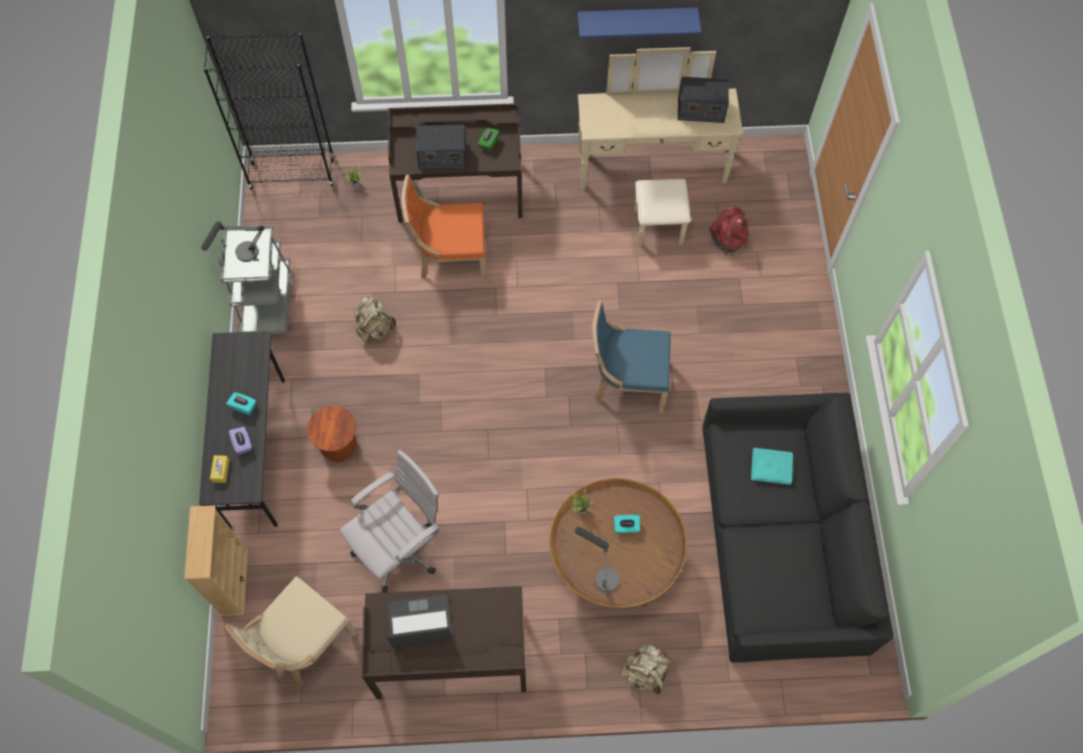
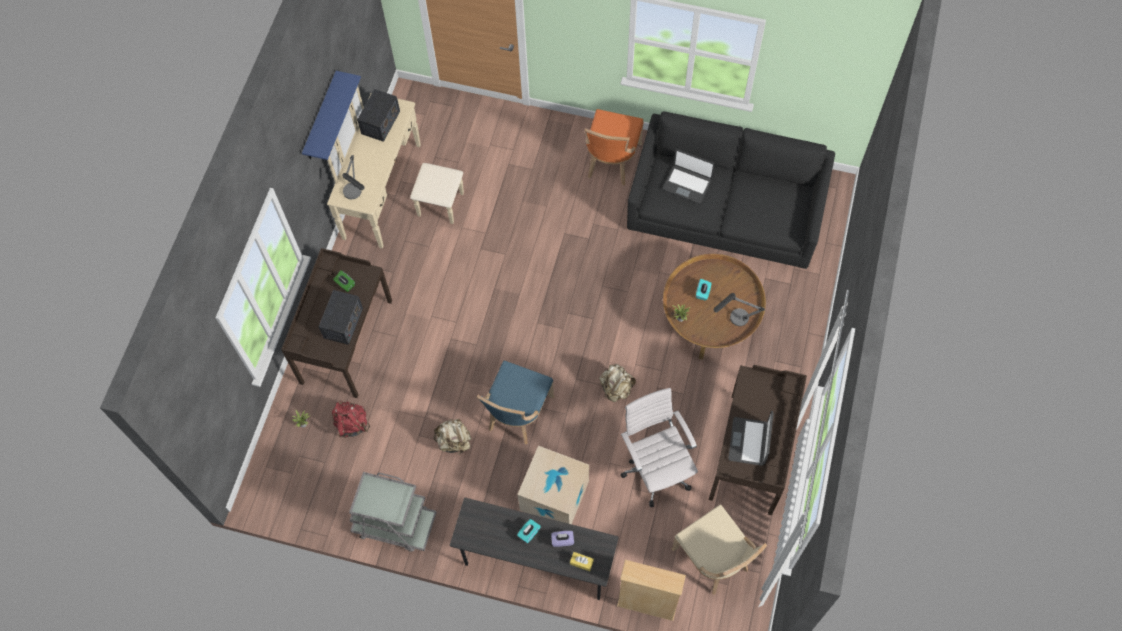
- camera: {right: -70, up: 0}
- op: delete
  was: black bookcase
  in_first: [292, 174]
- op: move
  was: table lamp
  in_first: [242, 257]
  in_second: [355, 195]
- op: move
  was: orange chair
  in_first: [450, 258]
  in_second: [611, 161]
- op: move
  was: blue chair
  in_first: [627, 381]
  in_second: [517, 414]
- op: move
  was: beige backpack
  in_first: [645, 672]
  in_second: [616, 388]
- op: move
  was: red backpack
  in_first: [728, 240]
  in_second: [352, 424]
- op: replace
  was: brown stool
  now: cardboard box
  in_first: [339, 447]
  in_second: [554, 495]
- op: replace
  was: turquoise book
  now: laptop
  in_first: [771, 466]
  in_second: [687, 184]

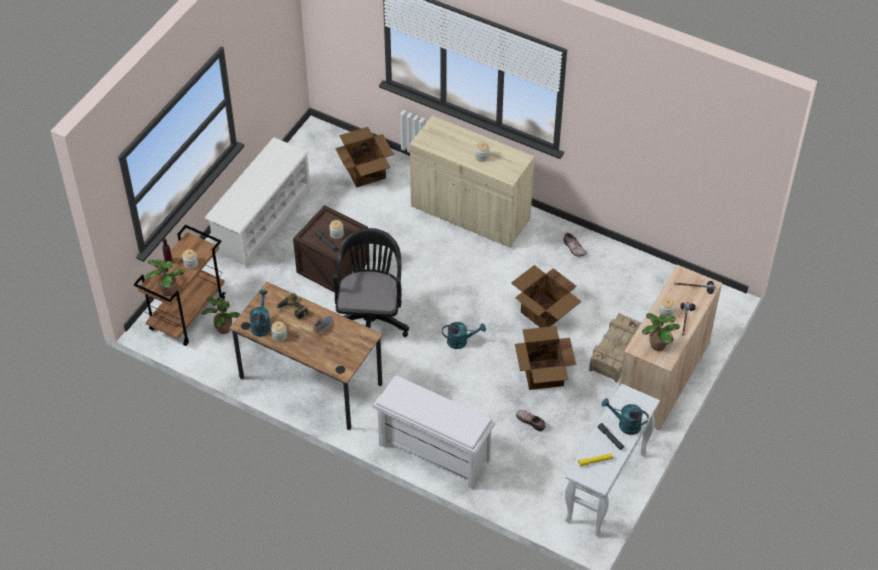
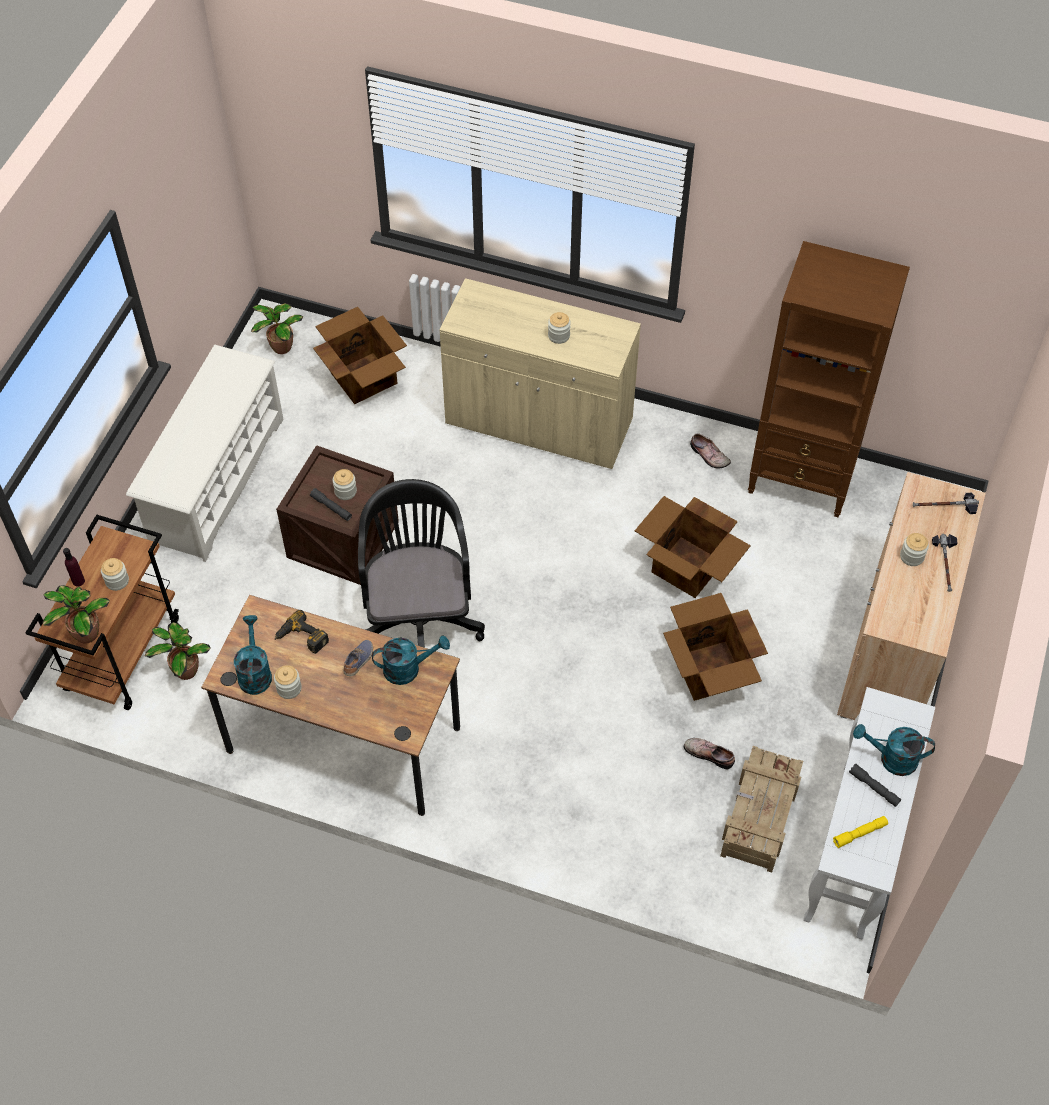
- camera: {right: -10, up: 5}
- op: delete
  was: white bench
  in_first: [433, 452]
- op: insert
  now: brown bookcase
  in_second: [802, 478]
- op: move
  was: turquoise watering can
  in_first: [461, 341]
  in_second: [408, 668]
- op: move
  was: crate
  in_first: [616, 353]
  in_second: [759, 815]
- op: move
  was: potted plant
  in_first: [656, 345]
  in_second: [280, 347]

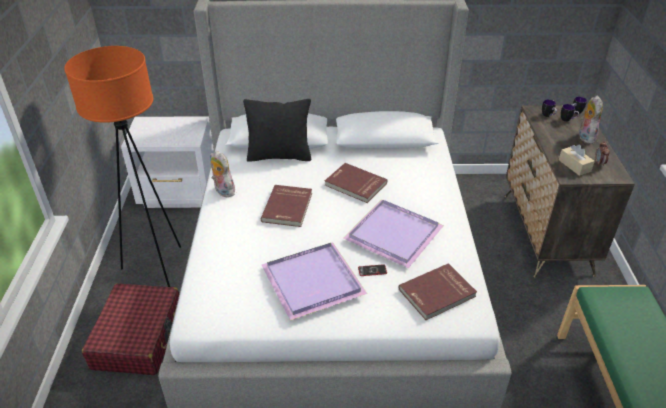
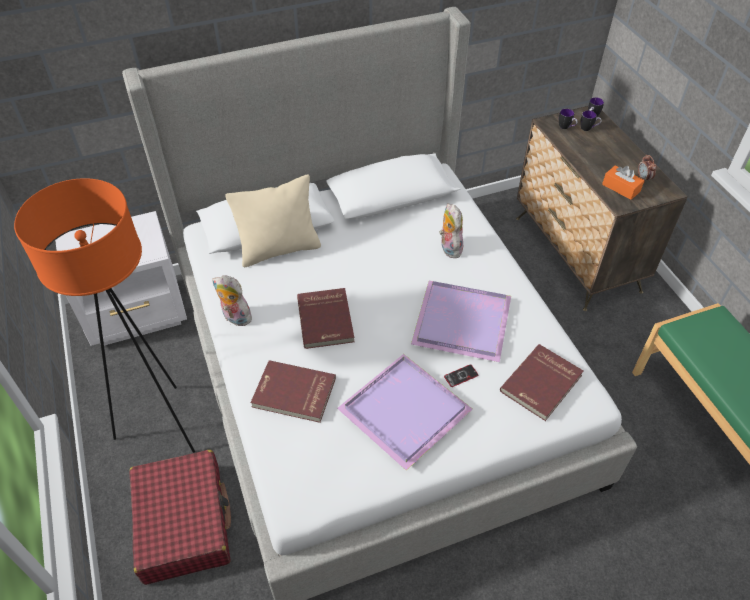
- camera: {right: -20, up: 10}
- op: move
  was: red book
  in_first: [355, 185]
  in_second: [293, 394]
- op: move
  was: plush toy
  in_first: [585, 136]
  in_second: [449, 248]
- op: recolor
  was: black pillow
  now: beige pillow
  in_first: [279, 156]
  in_second: [279, 249]
- op: recolor
  was: beige tissue box
  now: orange tissue box
  in_first: [574, 165]
  in_second: [621, 188]

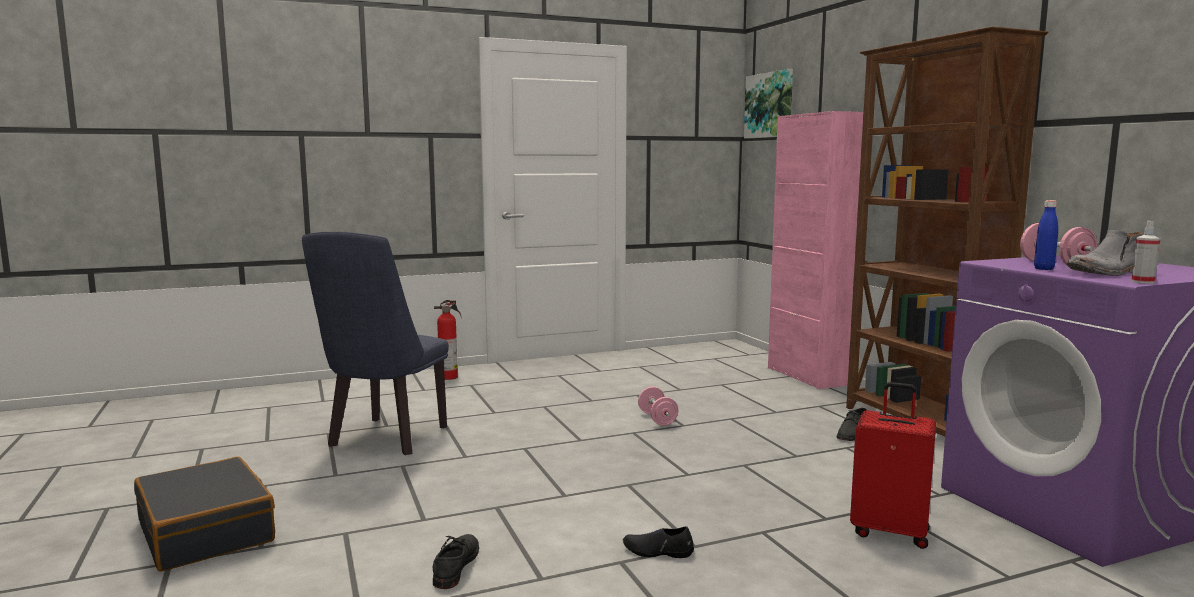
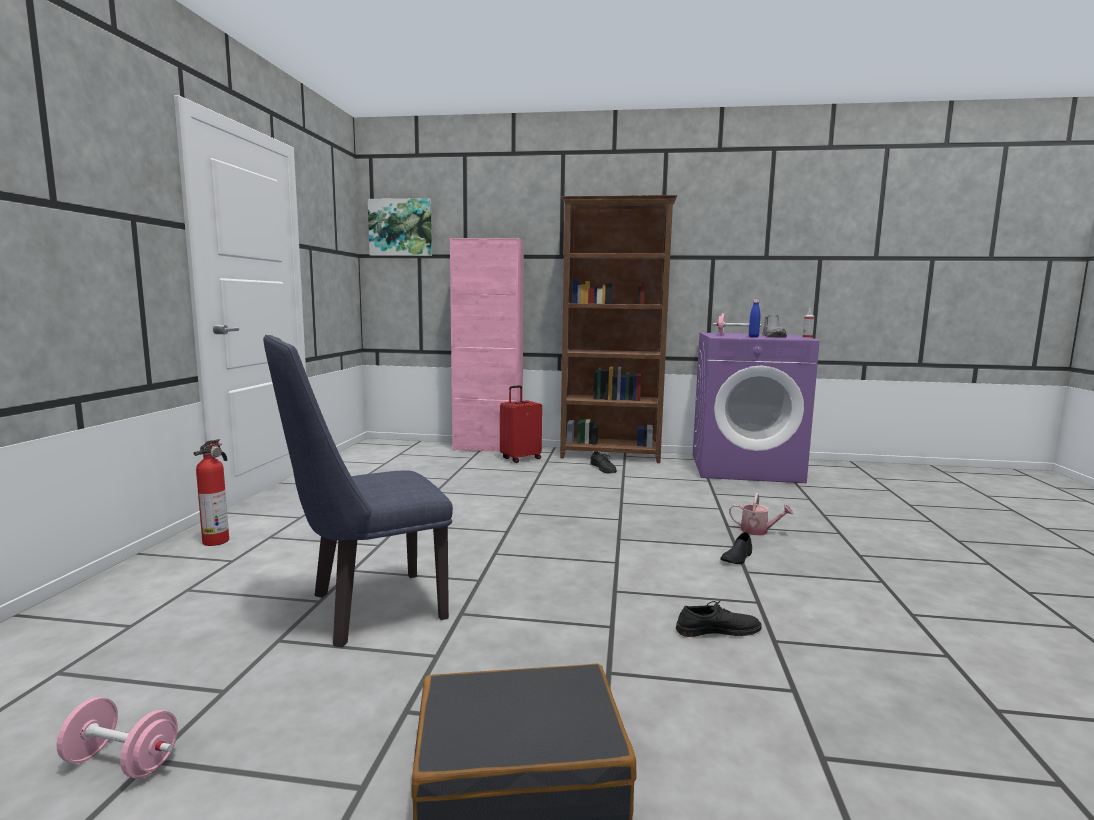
- camera: {right: -60, up: 0}
- op: insert
  now: watering can
  in_second: [758, 531]
- op: move
  was: pink dumbbell
  in_first: [657, 419]
  in_second: [122, 762]
- op: move
  was: red suitcase
  in_first: [890, 531]
  in_second: [520, 458]
- op: rotate
  was: blue chair
  in_first: [384, 440]
  in_second: [366, 610]
  clockwise: 105
- op: rotate
  was: black shoe
  in_first: [455, 565]
  in_second: [717, 629]
  clockwise: 135

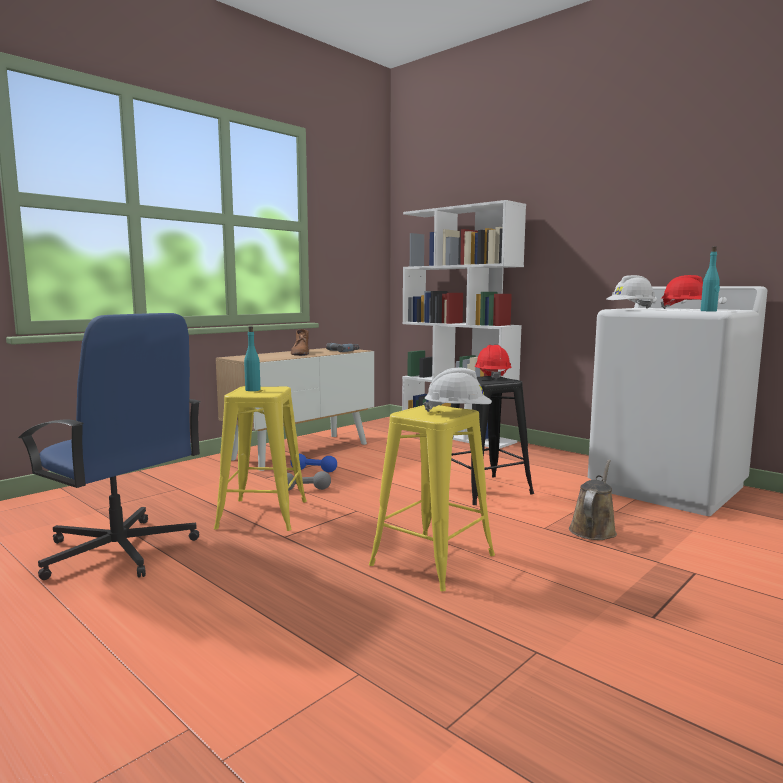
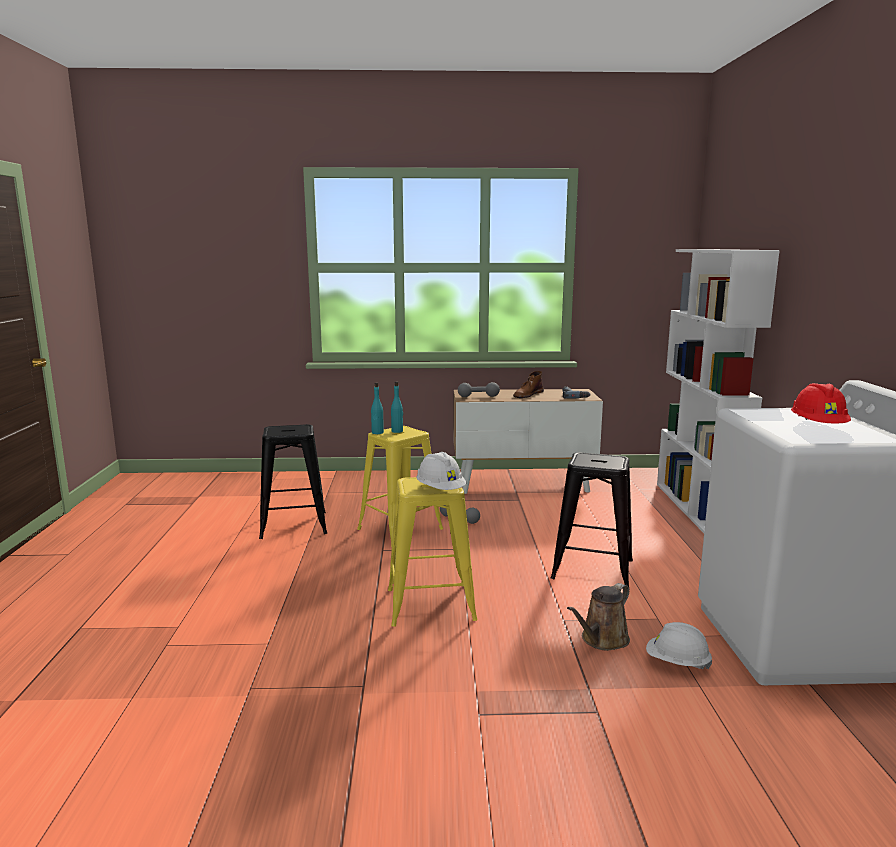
- camera: {right: 45, up: 5}
- op: delete
  was: blue dumbbell
  in_first: [313, 470]
- op: delete
  was: red hard hat
  in_first: [492, 376]
- op: insert
  now: grey dumbbell
  in_second: [478, 396]
- op: move
  was: white hard hat
  in_first: [630, 309]
  in_second: [677, 663]
- op: move
  was: turquoise bottle
  in_first: [708, 311]
  in_second: [377, 433]
- op: replace
  was: blue office chair
  now: black stool
  in_first: [119, 551]
  in_second: [294, 525]
- op: rotate
  was: brown watering can
  in_first: [593, 529]
  in_second: [602, 640]
  clockwise: 150

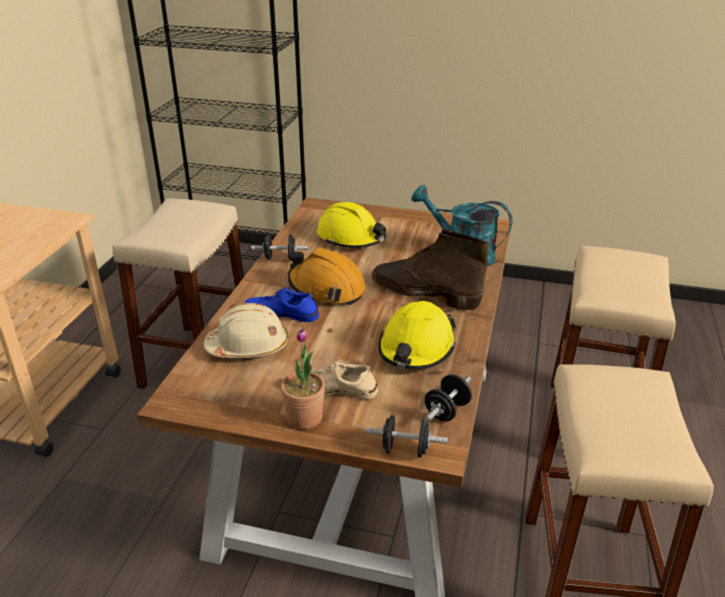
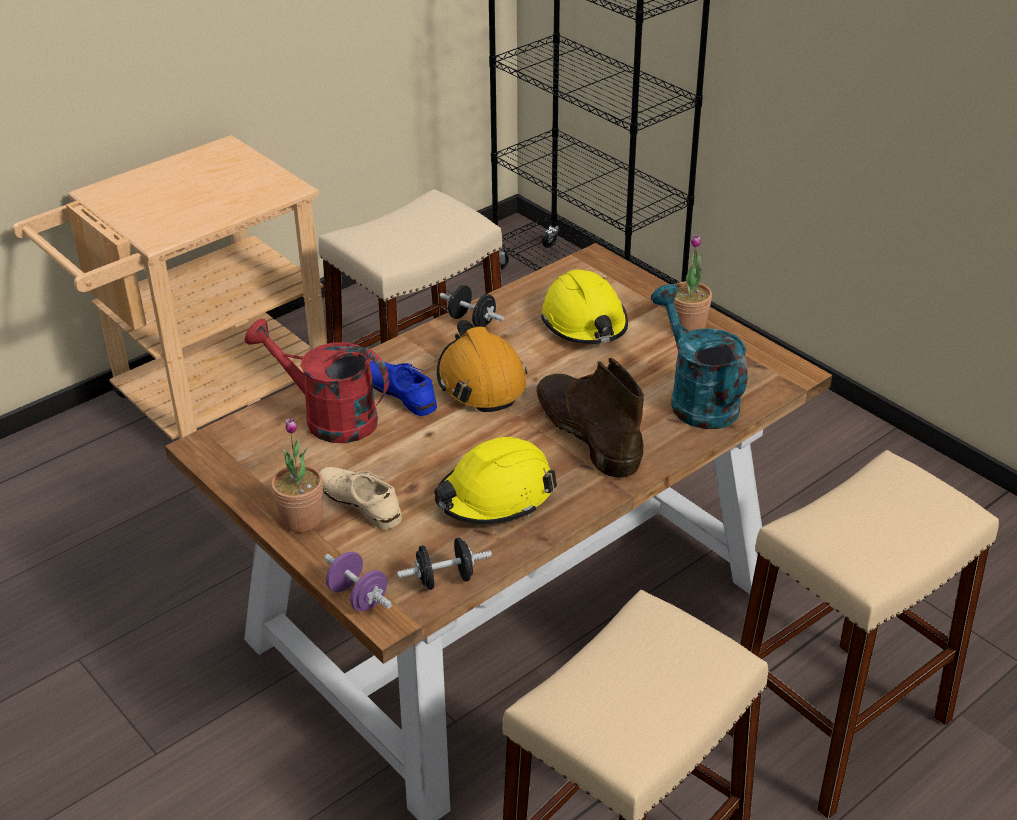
- camera: {right: 35, up: 5}
- op: insert
  now: potted plant
  in_second: [687, 328]
- op: replace
  was: beige hard hat
  now: red watering can
  in_first: [248, 347]
  in_second: [328, 418]
- op: recolor
  was: black dumbbell
  now: purple dumbbell
  in_first: [405, 449]
  in_second: [358, 597]

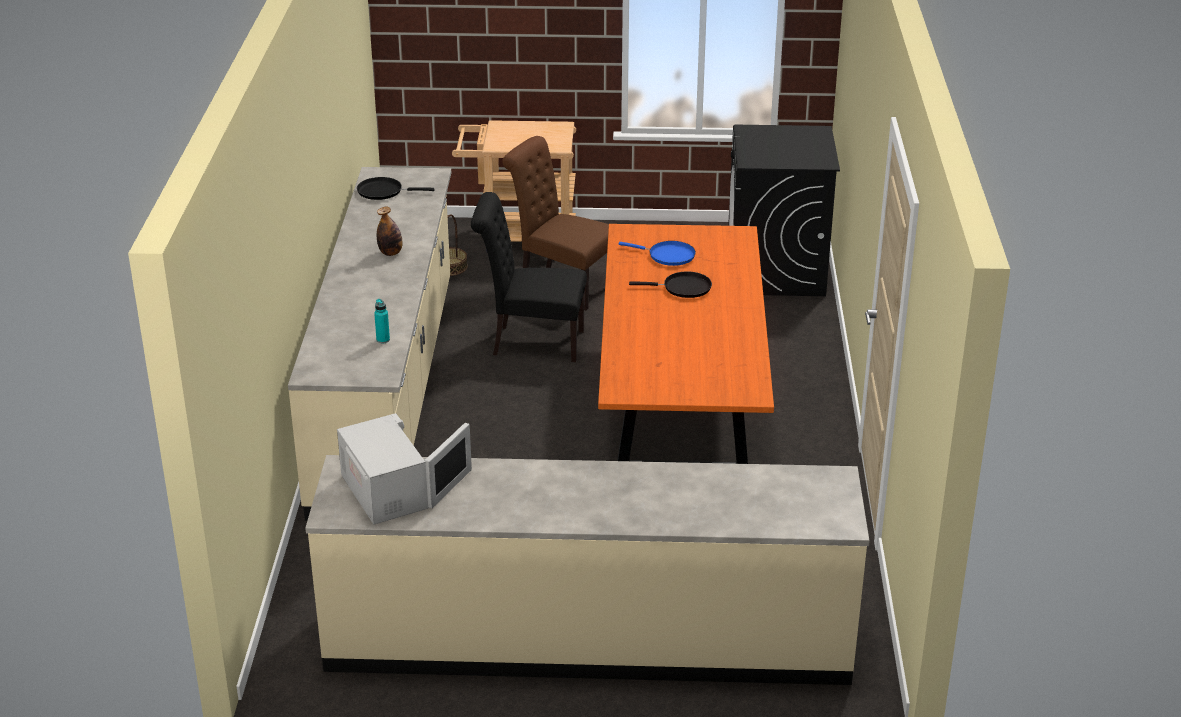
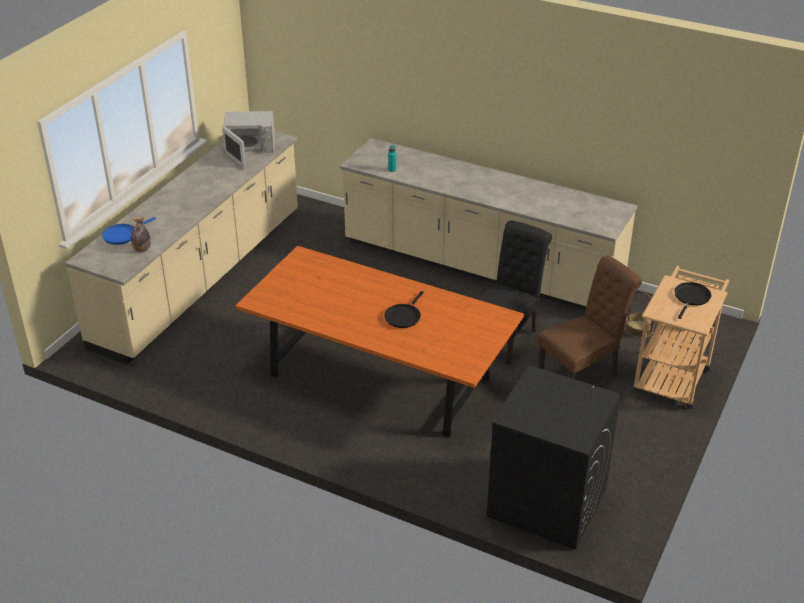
- camera: {right: 115, up: 5}
- op: move
  was: black frying pan
  in_first: [383, 191]
  in_second: [691, 298]
- op: move
  was: bottle
  in_first: [390, 253]
  in_second: [142, 249]
- op: move
  was: blue frying pan
  in_first: [668, 256]
  in_second: [122, 235]

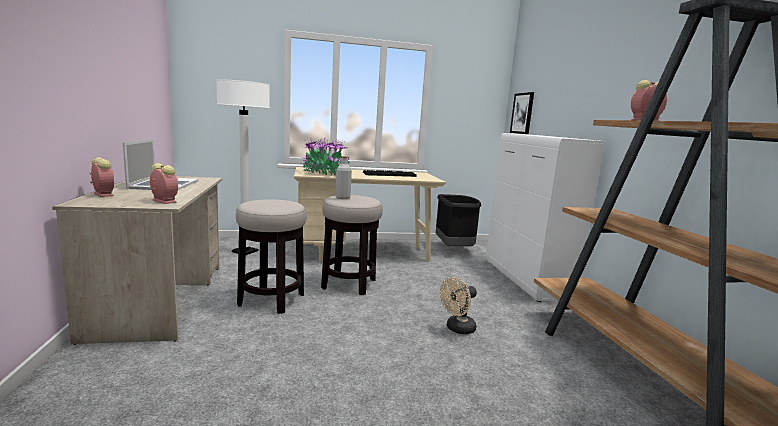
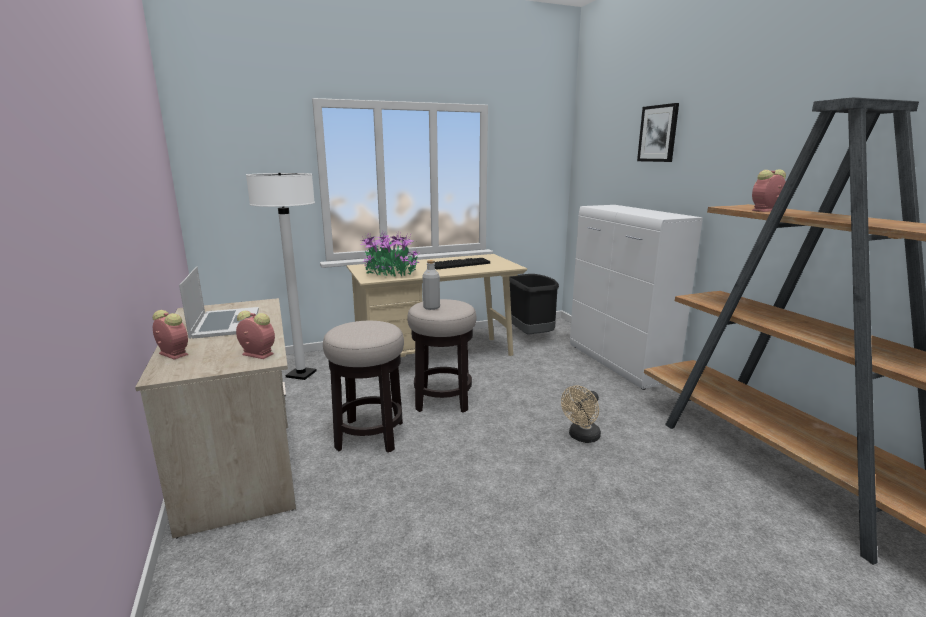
- camera: {right: -10, up: 5}
- op: move
  was: picture
  in_first: [522, 113]
  in_second: [658, 133]

